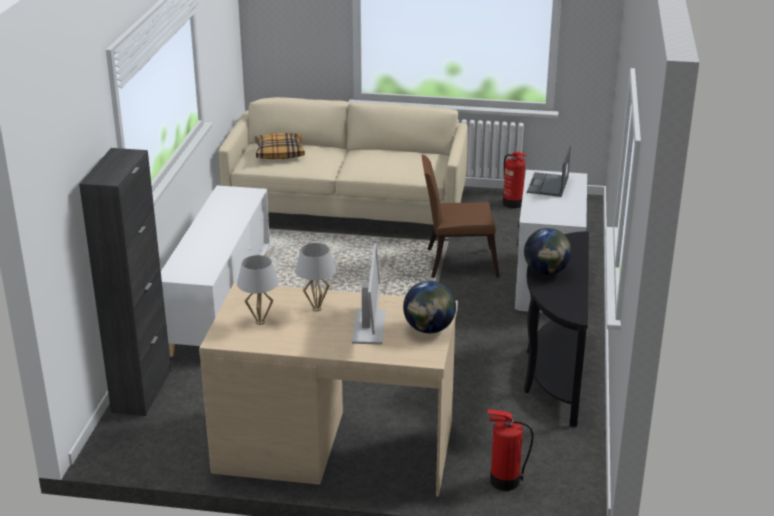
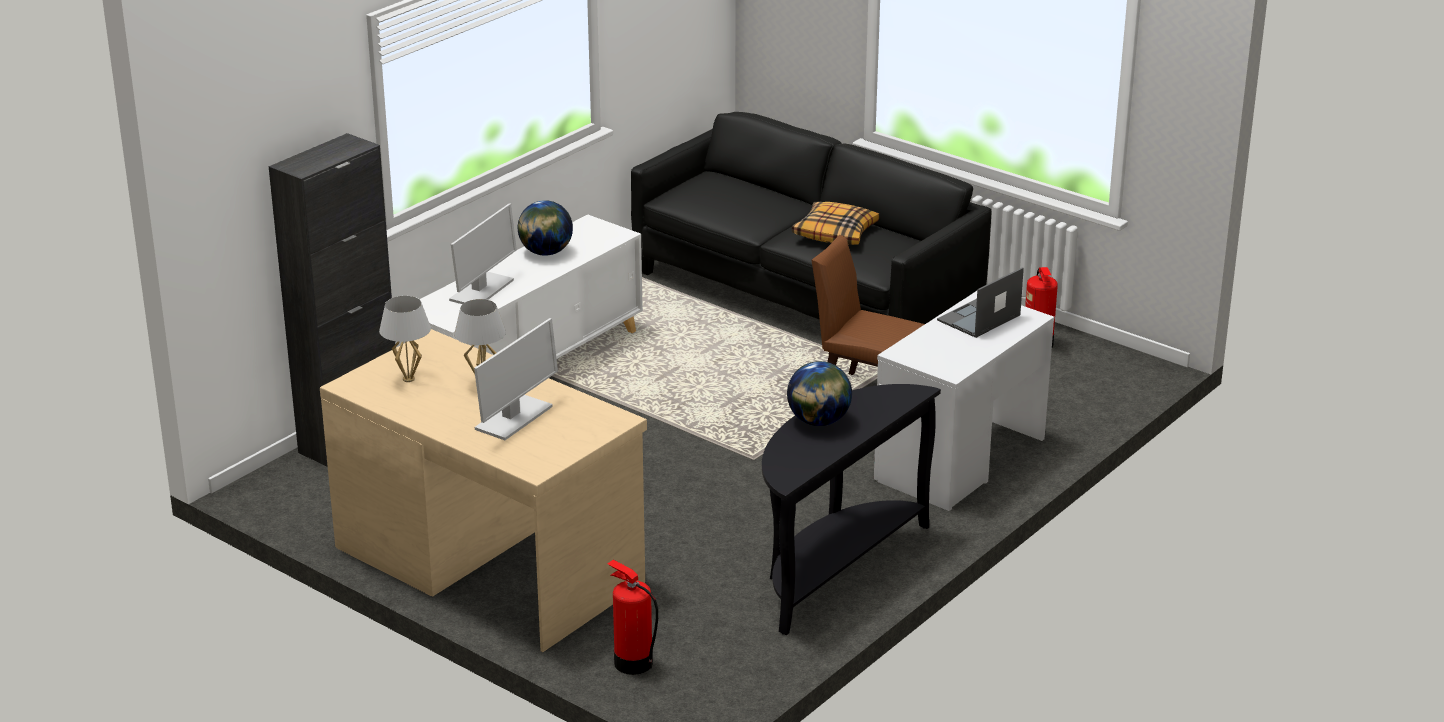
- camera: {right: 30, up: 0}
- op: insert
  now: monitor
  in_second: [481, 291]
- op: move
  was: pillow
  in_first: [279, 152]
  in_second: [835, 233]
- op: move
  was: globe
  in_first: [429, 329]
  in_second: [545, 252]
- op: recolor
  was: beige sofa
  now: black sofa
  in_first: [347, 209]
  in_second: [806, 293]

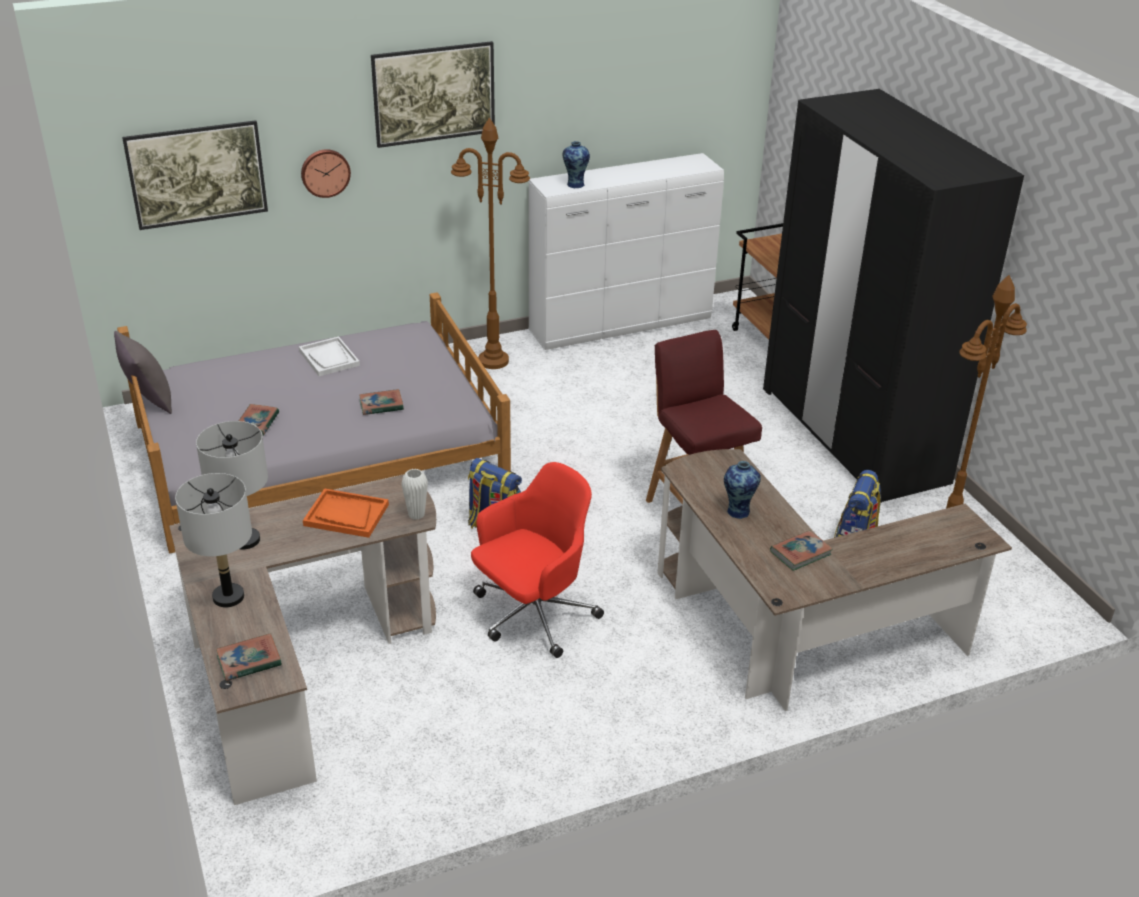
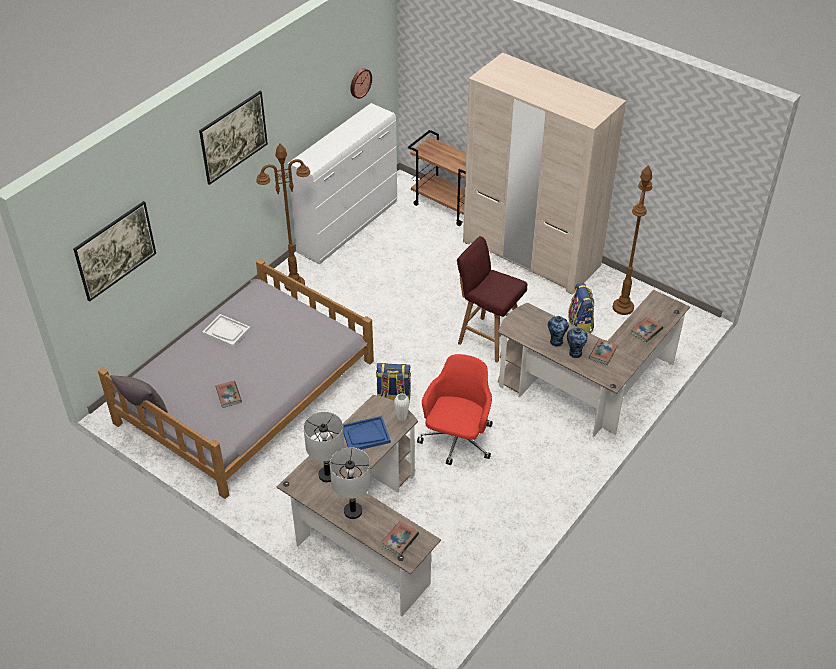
- camera: {right: -30, up: 10}
- op: move
  was: wall clock
  in_first: [325, 172]
  in_second: [359, 83]
- op: move
  was: book
  in_first: [381, 405]
  in_second: [646, 331]
- op: move
  was: vase
  in_first: [575, 184]
  in_second: [574, 353]
- op: recolor
  was: orange tray
  now: blue tray
  in_first: [346, 515]
  in_second: [365, 435]
- op: recolor
  was: black wardrobe
  now: beige wardrobe
  in_first: [852, 434]
  in_second: [531, 253]

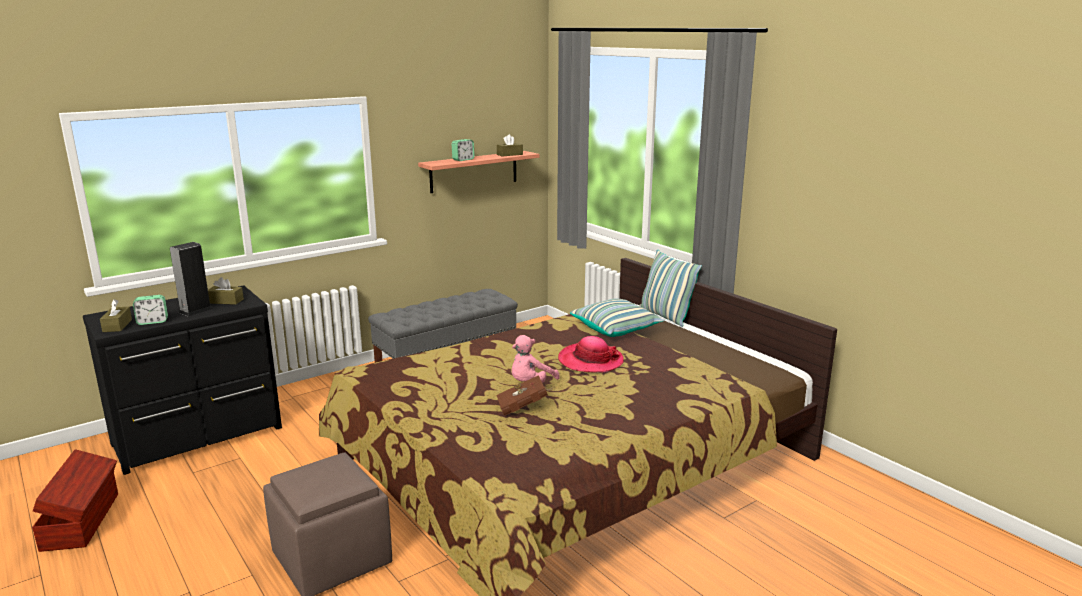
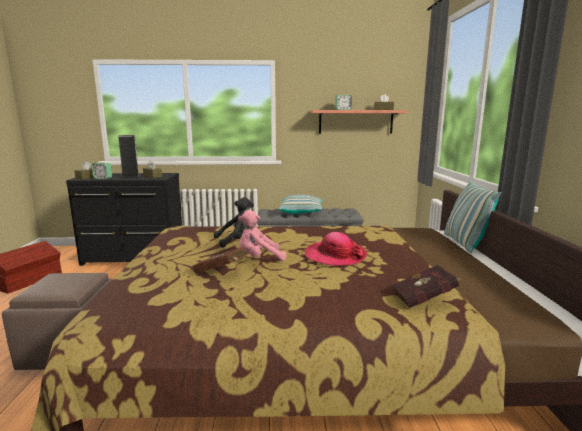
- camera: {right: 35, up: -5}
- op: insert
  now: black plush toy
  in_second: [237, 241]
- op: insert
  now: red book
  in_second: [426, 300]
- op: move
  was: pillow
  in_first: [616, 329]
  in_second: [301, 212]

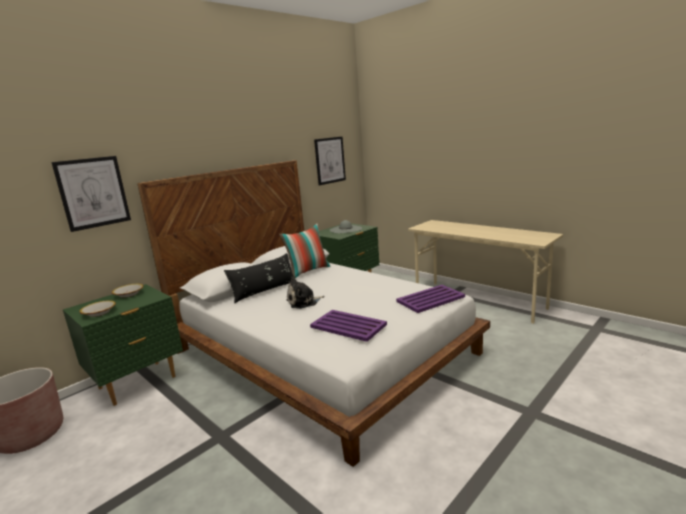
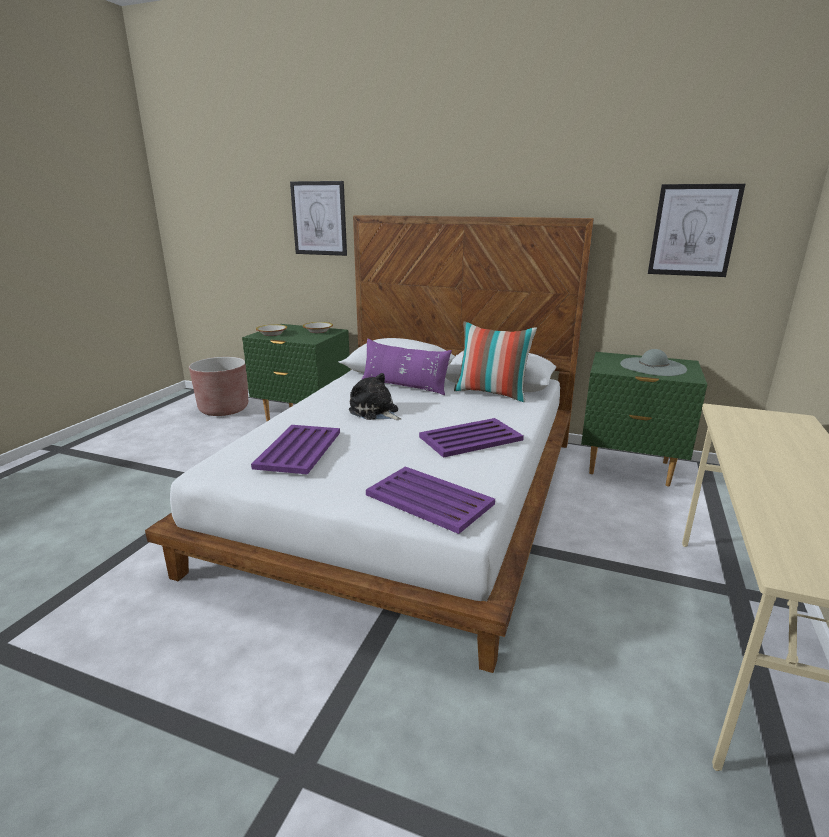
- camera: {right: 65, up: 5}
- op: insert
  now: purple tray
  in_second: [469, 438]
- op: recolor
  was: black pillow
  now: purple pillow
  in_first: [264, 291]
  in_second: [404, 386]

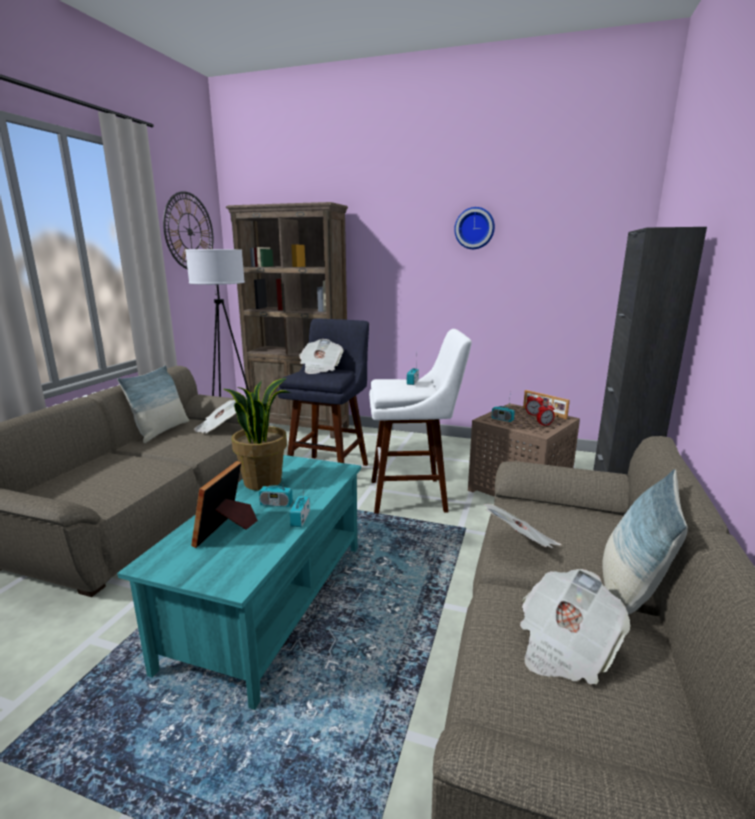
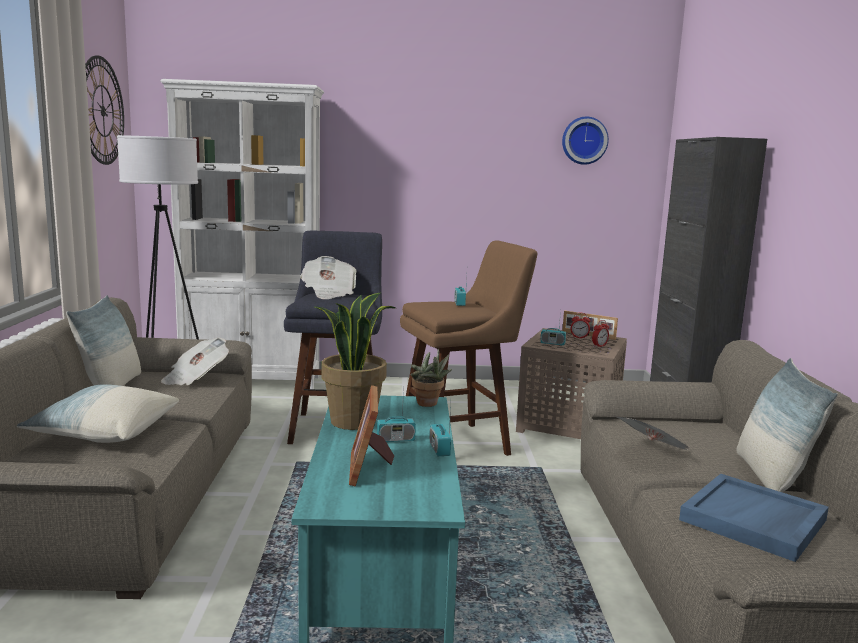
- camera: {right: -20, up: -5}
- op: insert
  now: pillow
  in_second: [104, 433]
- op: insert
  now: potted plant
  in_second: [429, 404]
- op: move
  was: wall clock
  in_first: [474, 228]
  in_second: [584, 140]
- op: replace
  was: newspaper
  now: blue tray
  in_first: [565, 647]
  in_second: [754, 521]
- op: recolor
  was: brown bookcase
  now: white bookcase
  in_first: [299, 427]
  in_second: [252, 382]
- op: recolor
  was: white stool
  now: brown stool
  in_first: [414, 495]
  in_second: [460, 443]

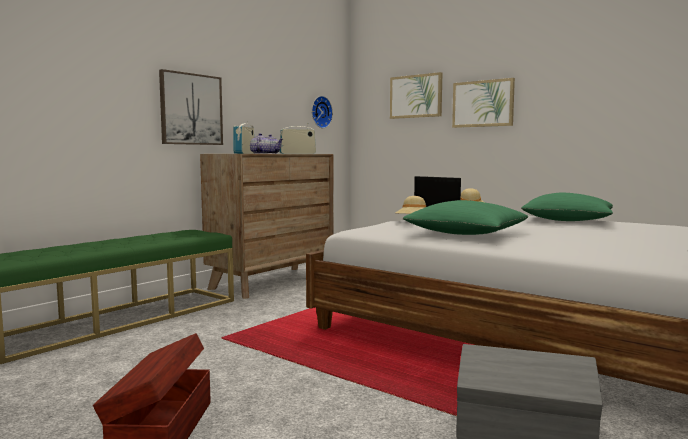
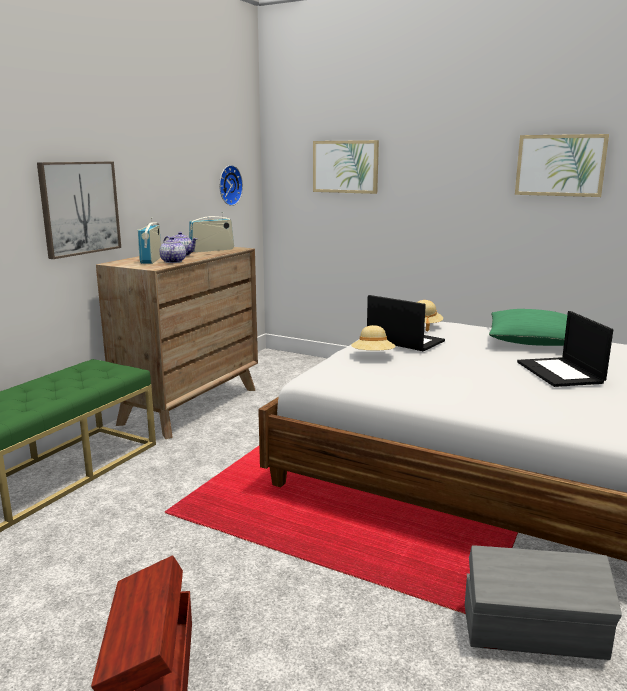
- camera: {right: -10, up: 10}
- op: delete
  was: green pillow
  in_first: [466, 234]
- op: insert
  now: laptop
  in_second: [561, 372]
- op: move
  was: picture
  in_first: [483, 103]
  in_second: [560, 165]

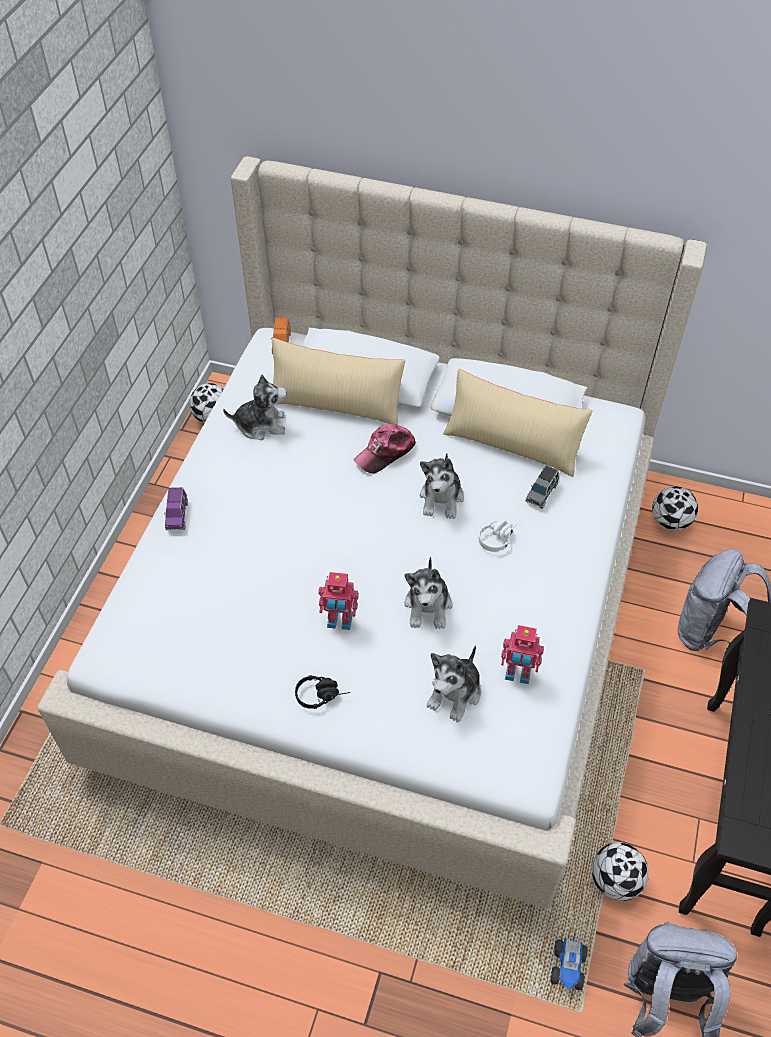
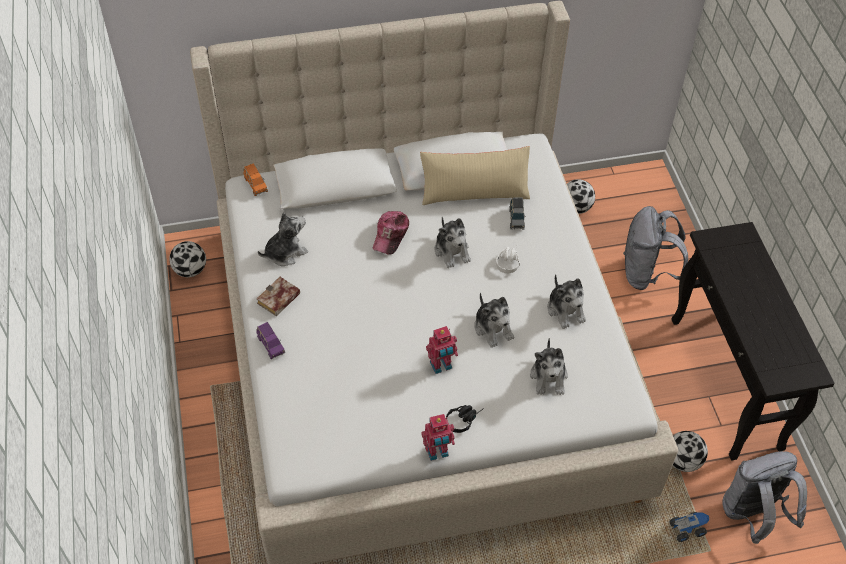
- camera: {right: -30, up: 0}
- op: delete
  was: beige pillow
  in_first: [336, 403]
- op: insert
  now: book
  in_second: [278, 300]
- op: insert
  now: plush toy
  in_second: [565, 310]
- op: move
  was: toy robot
  in_first: [517, 674]
  in_second: [437, 452]
- op: rotate
  was: toy truck
  in_first: [568, 967]
  in_second: [687, 529]
  clockwise: -90

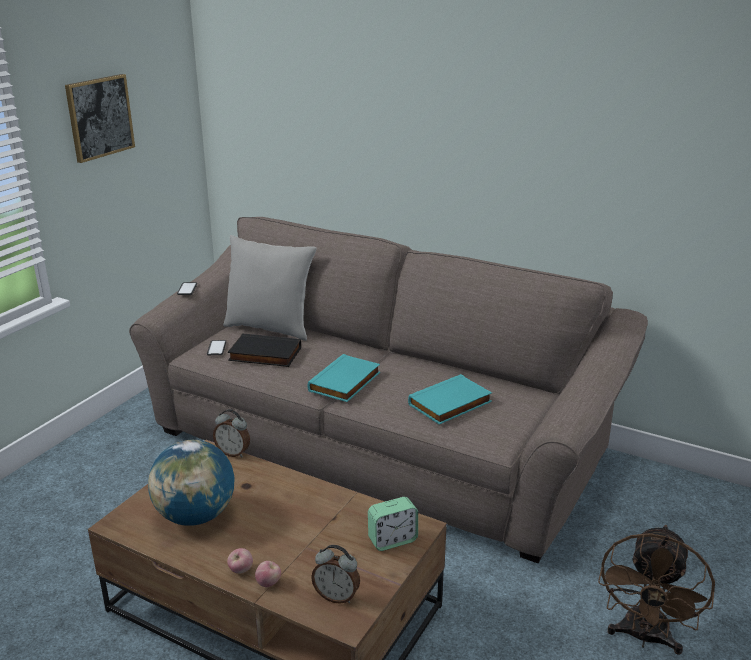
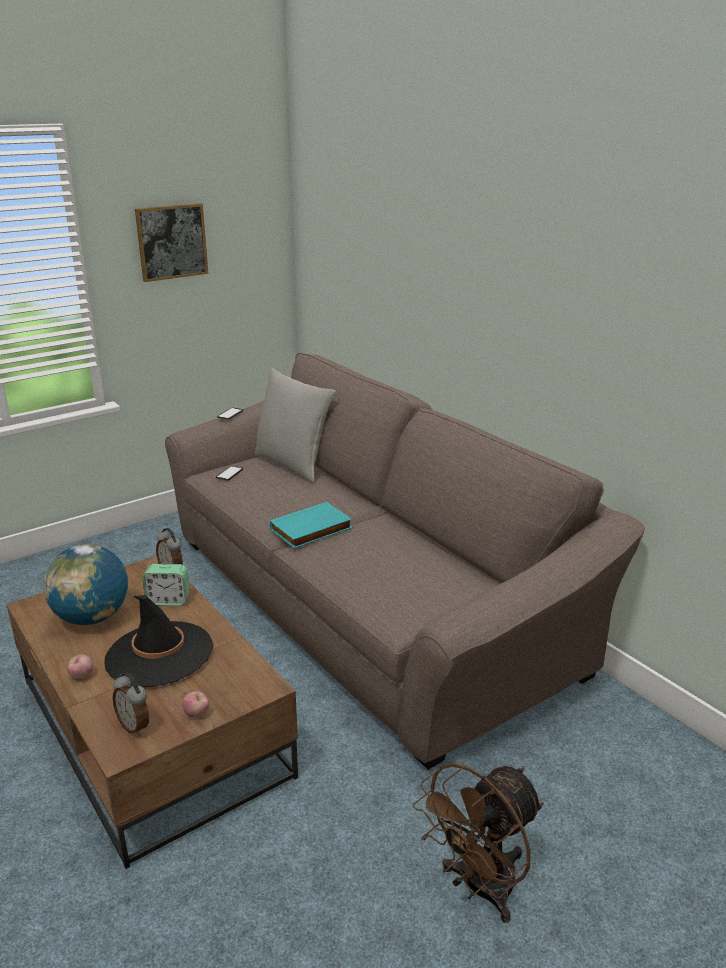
- camera: {right: 25, up: 0}
- op: delete
  was: black book
  in_first: [264, 355]
- op: delete
  was: turquoise book
  in_first: [450, 404]
- op: insert
  now: black hat
  in_second: [159, 654]
- op: move
  was: apple
  in_first: [268, 583]
  in_second: [197, 714]
- op: move
  was: alarm clock
  in_first: [392, 540]
  in_second: [168, 600]

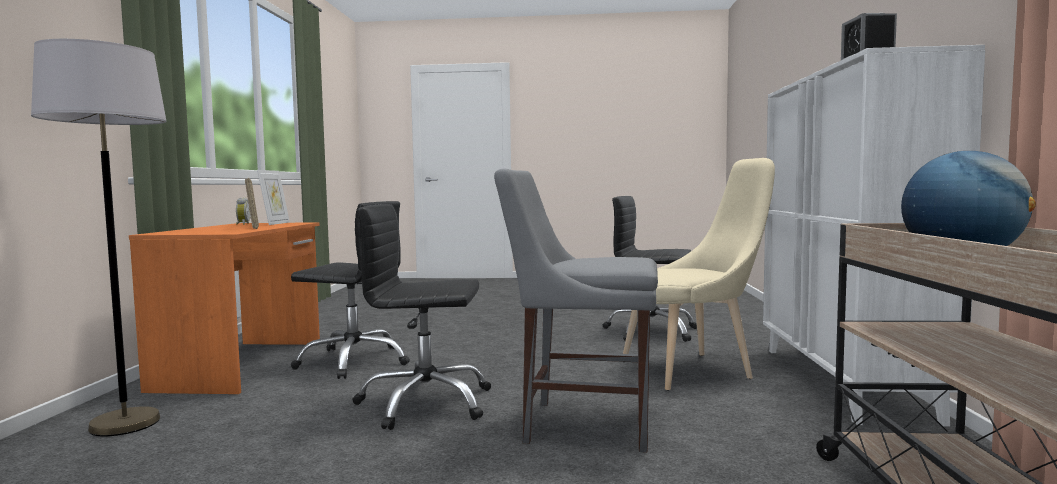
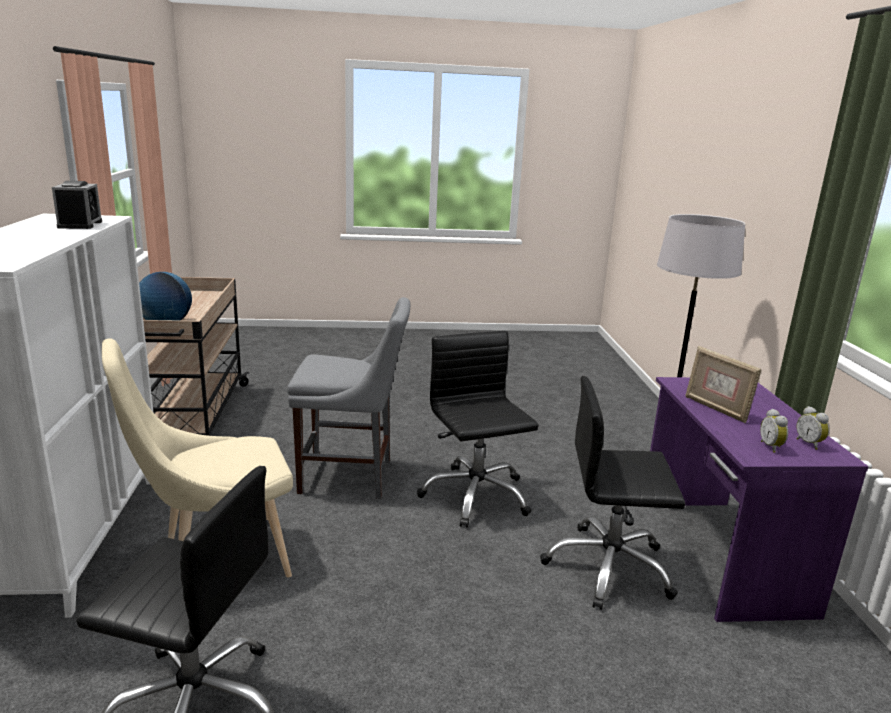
- camera: {right: 170, up: 15}
- op: replace
  was: picture frame
  now: alarm clock
  in_first: [275, 223]
  in_second: [772, 447]
- op: recolor
  was: orange desk
  now: purple desk
  in_first: [244, 365]
  in_second: [719, 555]
- op: rotate
  was: black office chair
  in_first: [425, 403]
  in_second: [475, 496]
  clockwise: -105

